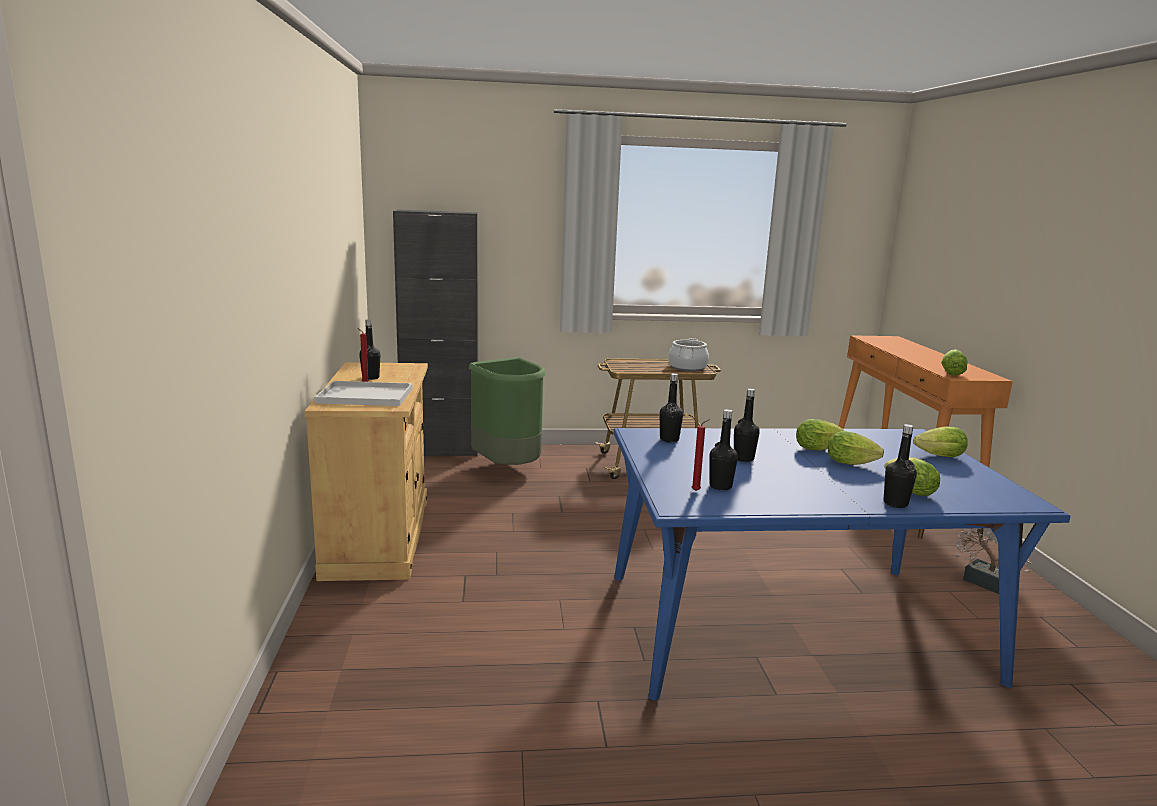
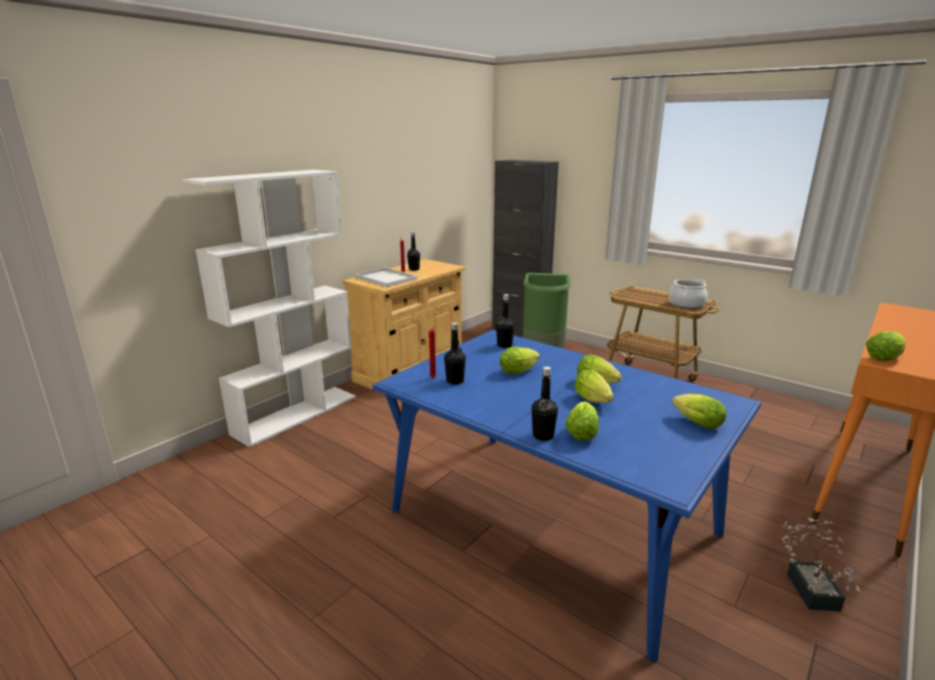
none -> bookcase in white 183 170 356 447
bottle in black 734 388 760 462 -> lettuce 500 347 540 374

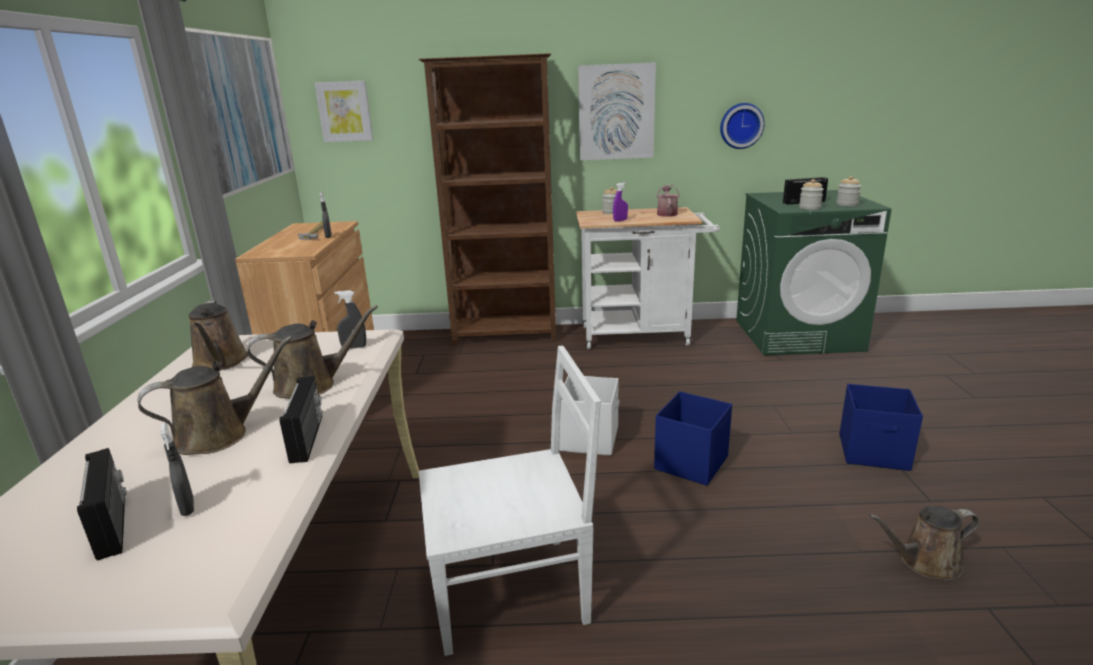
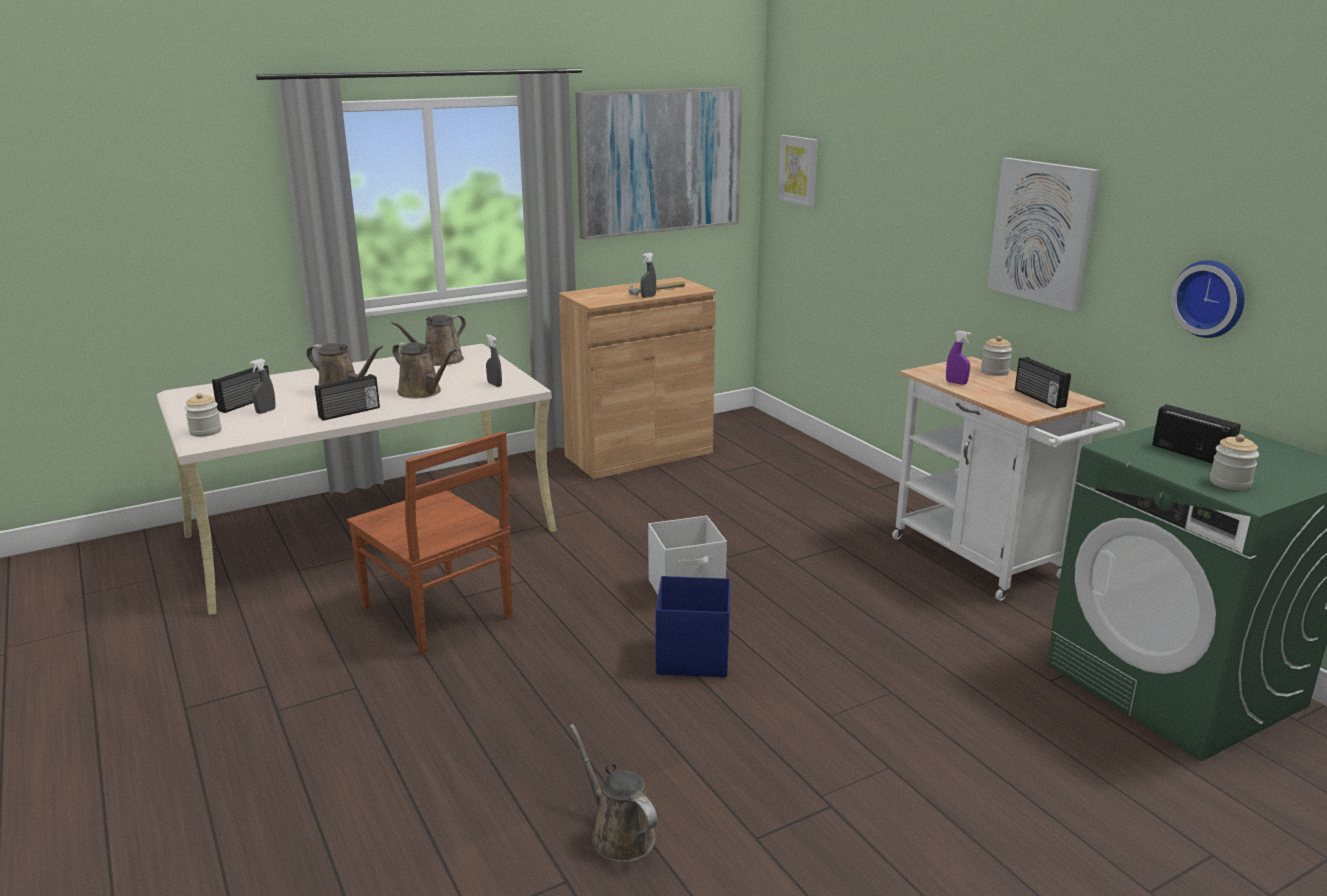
jar 799 179 824 210 -> jar 185 393 221 437, moved
chair in white 419 346 601 656 -> chair in brown 347 431 512 655
watering can 657 184 679 217 -> radio 1015 357 1071 409
bookcase in brown 419 53 556 345 -> none
storage box in blue 839 384 923 471 -> none

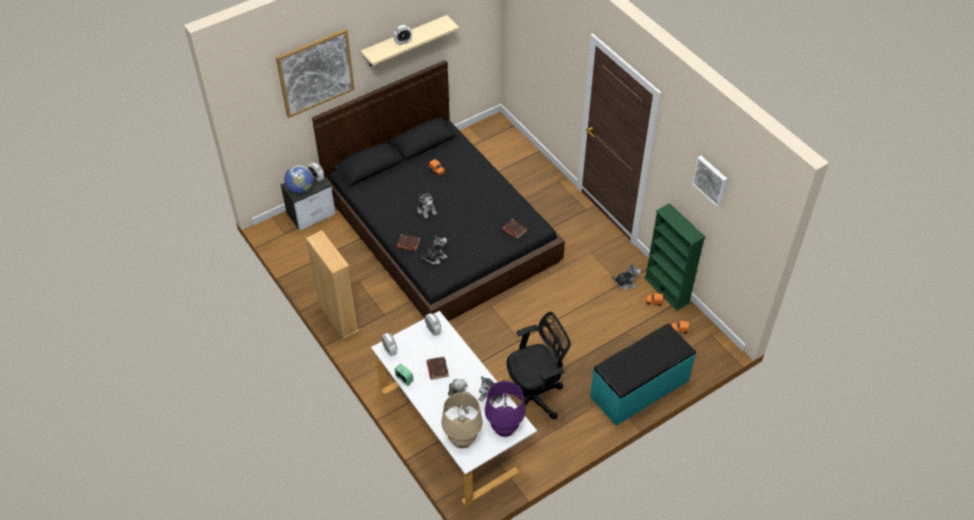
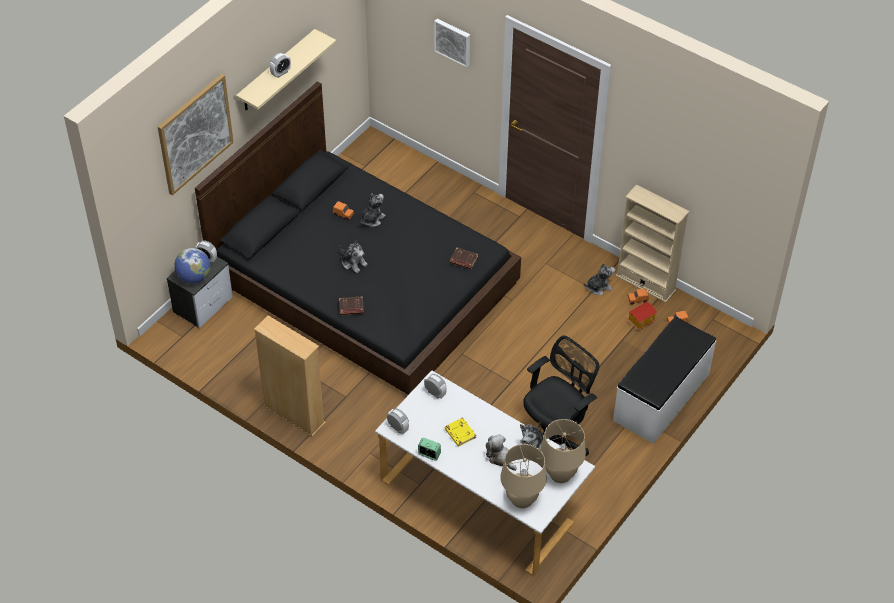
plush toy 421 235 447 264 -> plush toy 361 193 386 227, moved
picture 692 156 727 207 -> picture 434 18 470 68, moved
book in brown 426 356 449 380 -> book in yellow 445 417 476 447
table lamp in purple 485 381 526 437 -> table lamp in beige 540 419 586 483
bench in turquoise 590 323 696 426 -> bench in white 613 316 716 444
bookcase in green 644 203 705 311 -> bookcase in beige 616 184 689 303
none -> toy house 627 302 657 330

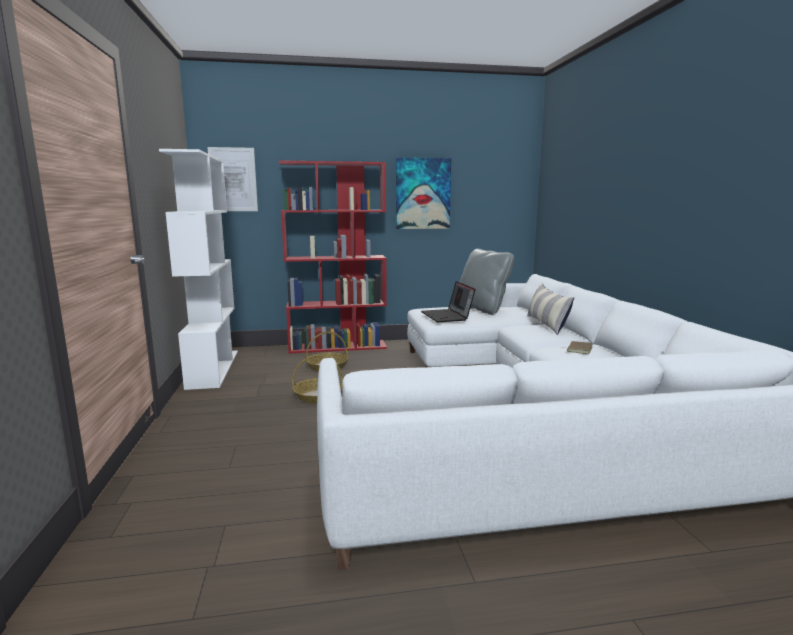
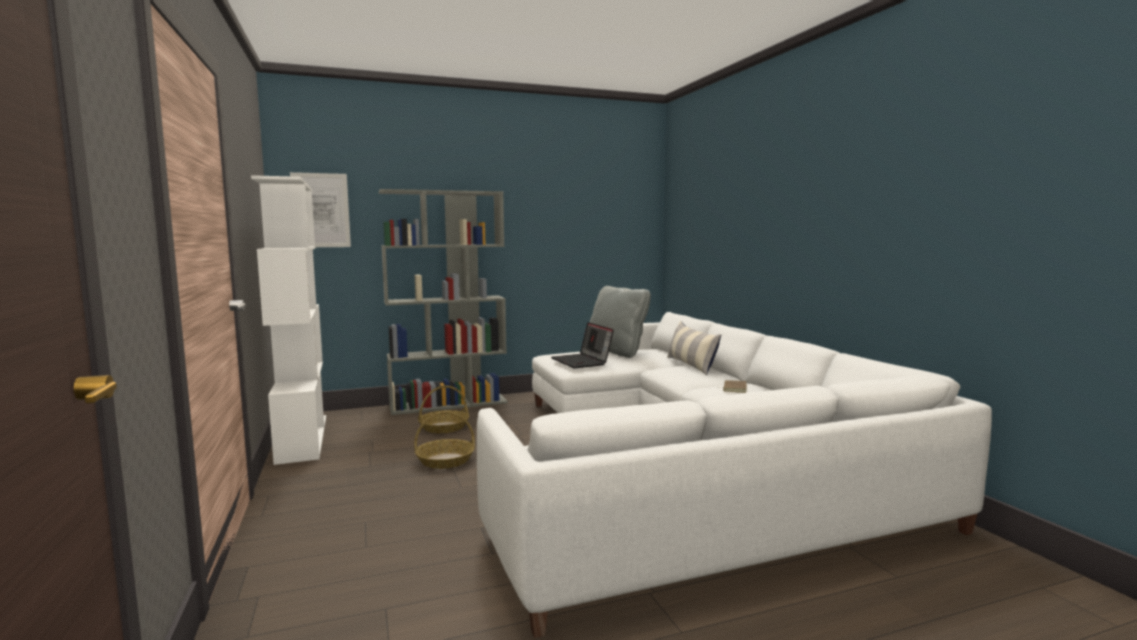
bookcase in red 279 161 387 353 -> bookcase in grey 379 189 508 415
picture 396 157 451 229 -> none

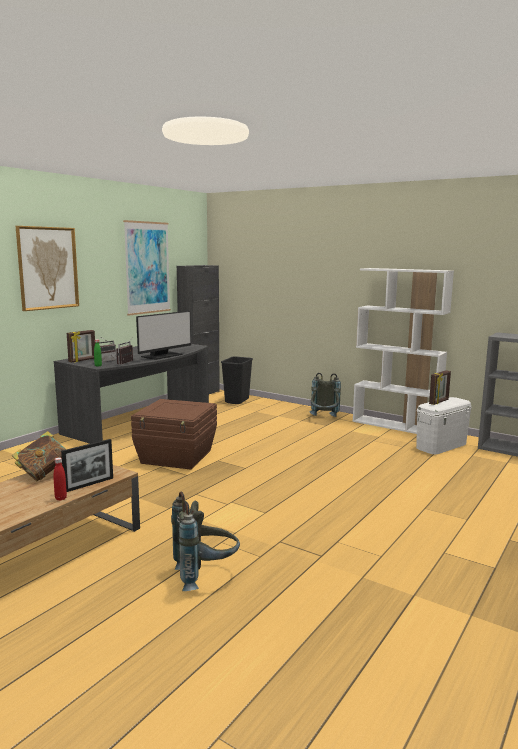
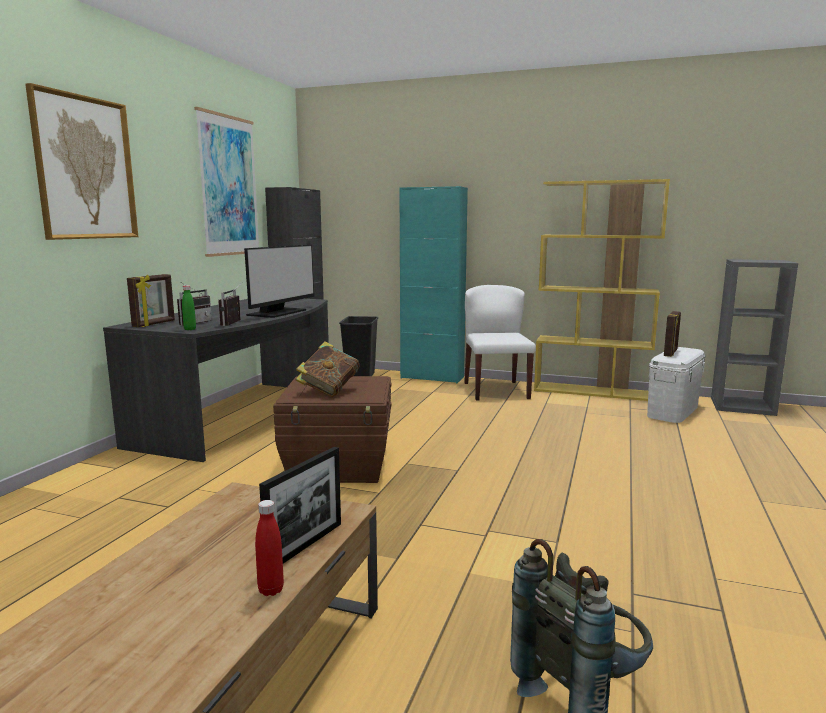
book 12 431 66 481 -> book 296 341 360 397, moved
none -> cabinet in turquoise 400 186 468 383
backpack in grey 310 373 341 417 -> chair in white 464 285 536 401
bookcase in white 353 268 454 434 -> bookcase in yellow 534 179 670 401

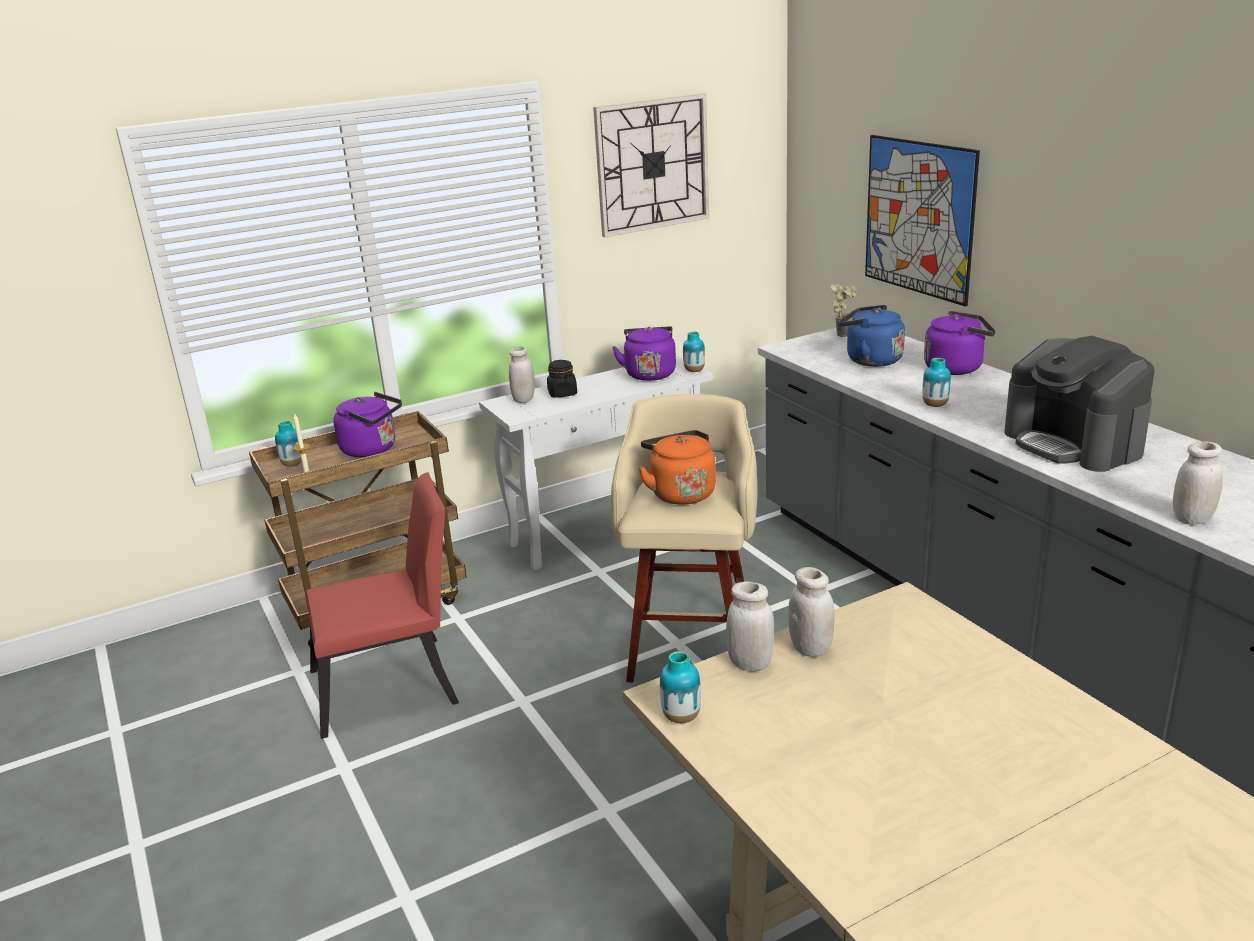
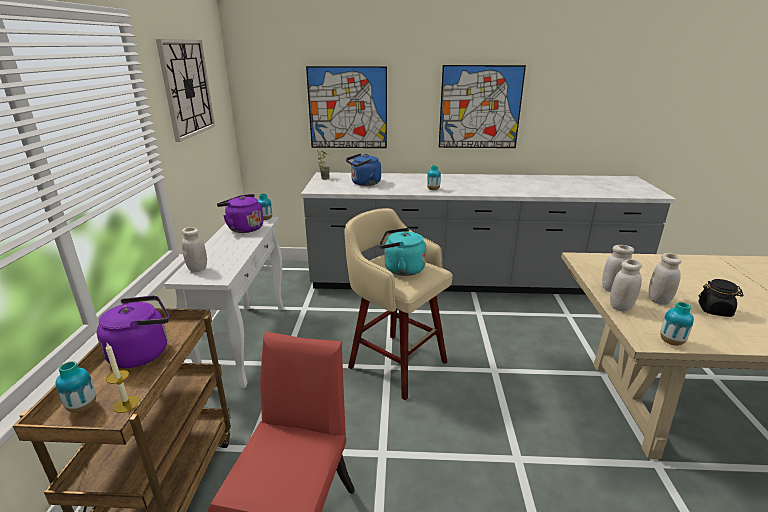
kettle in orange 638 430 716 505 -> kettle in turquoise 379 228 426 276
none -> picture 439 65 526 148
jar in white 1173 441 1223 525 -> jar in white 649 253 681 305, moved
jar in black 547 360 577 398 -> jar in black 698 279 744 317, moved
kettle in purple 924 311 995 375 -> none
coffee machine 1004 336 1155 472 -> none

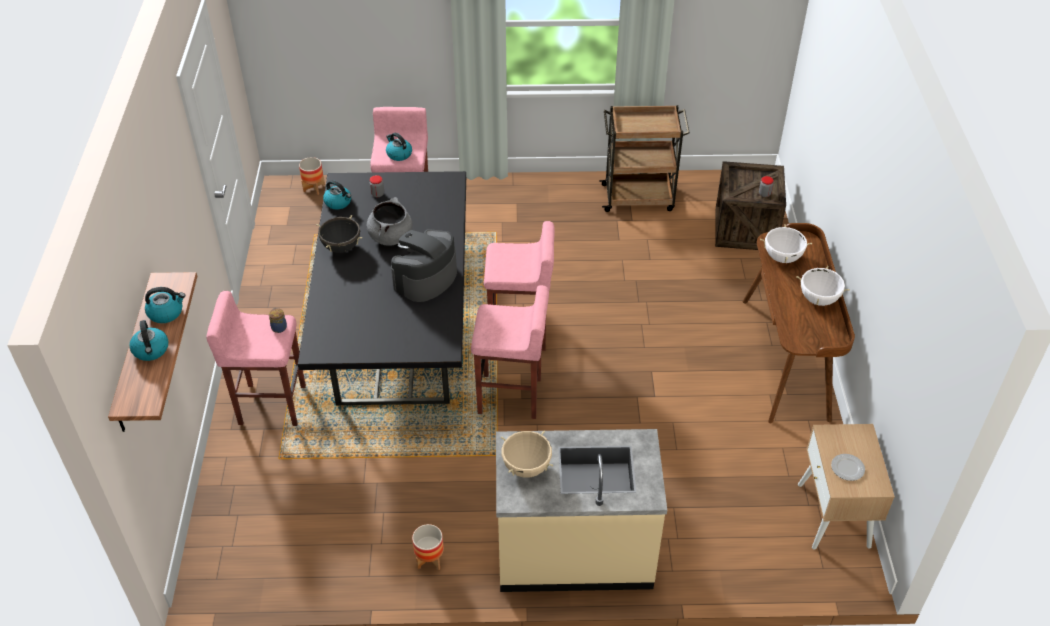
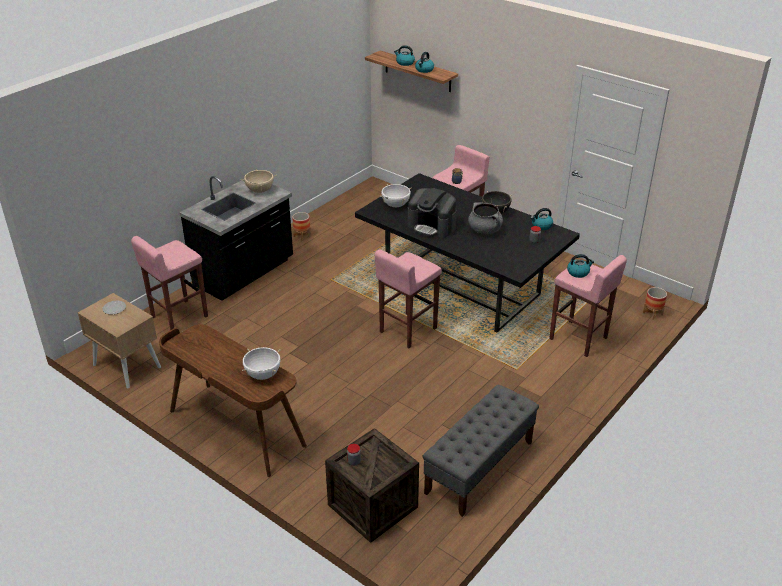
stool in pink 471 285 549 419 -> stool in pink 131 236 208 330, moved
counter in beige 496 429 667 592 -> counter in black 179 176 293 301
cooking pot in white 796 266 850 306 -> cooking pot in white 380 184 412 207, moved
coffee machine 391 229 457 302 -> coffee machine 408 188 456 238, 135 degrees clockwise
cart in brown 599 105 690 212 -> bench in grey 423 384 539 517

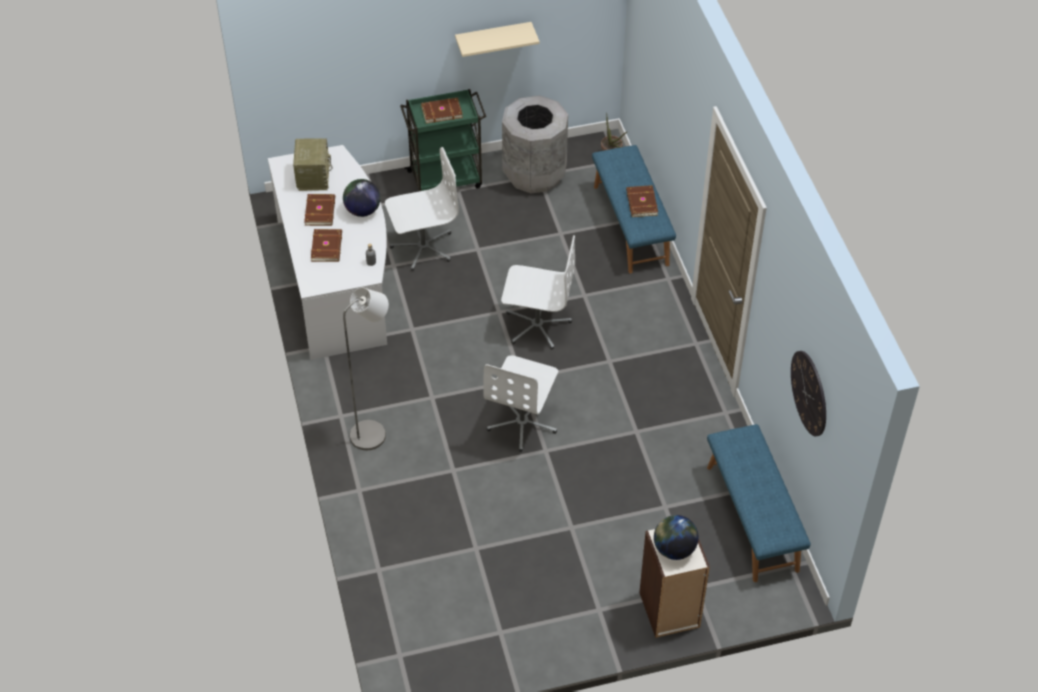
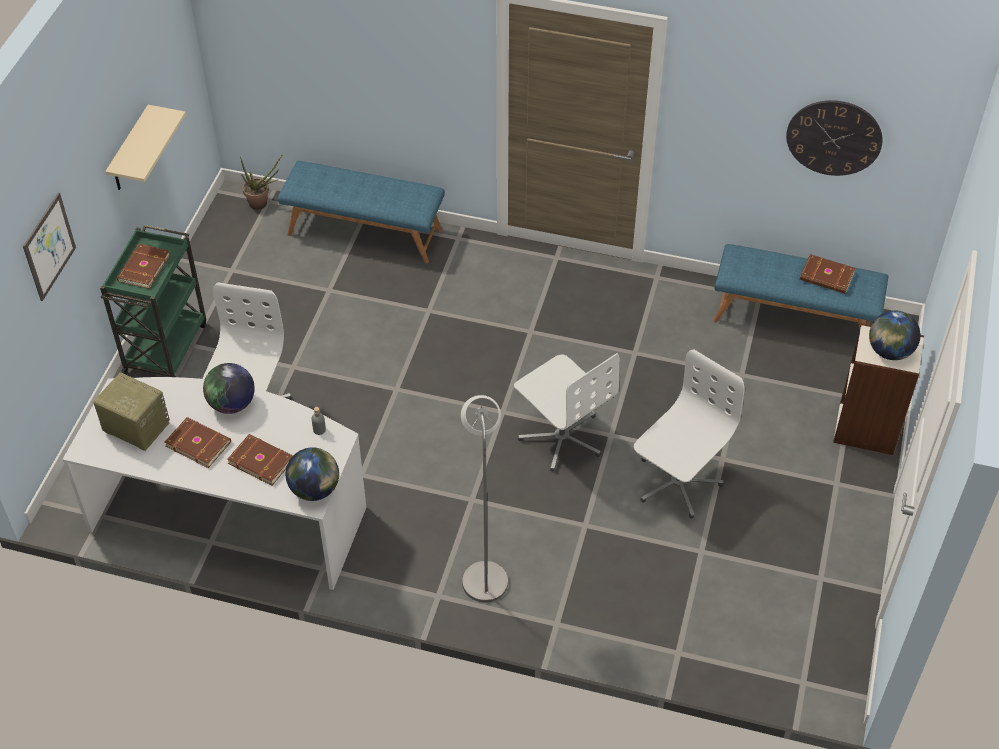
none -> picture 23 193 76 301
none -> globe 286 447 339 501
office chair in white 501 235 575 350 -> office chair in white 634 350 745 519, moved
book in brown 626 185 658 217 -> book in brown 800 254 855 294, moved
trash can in grey 502 96 568 193 -> none

